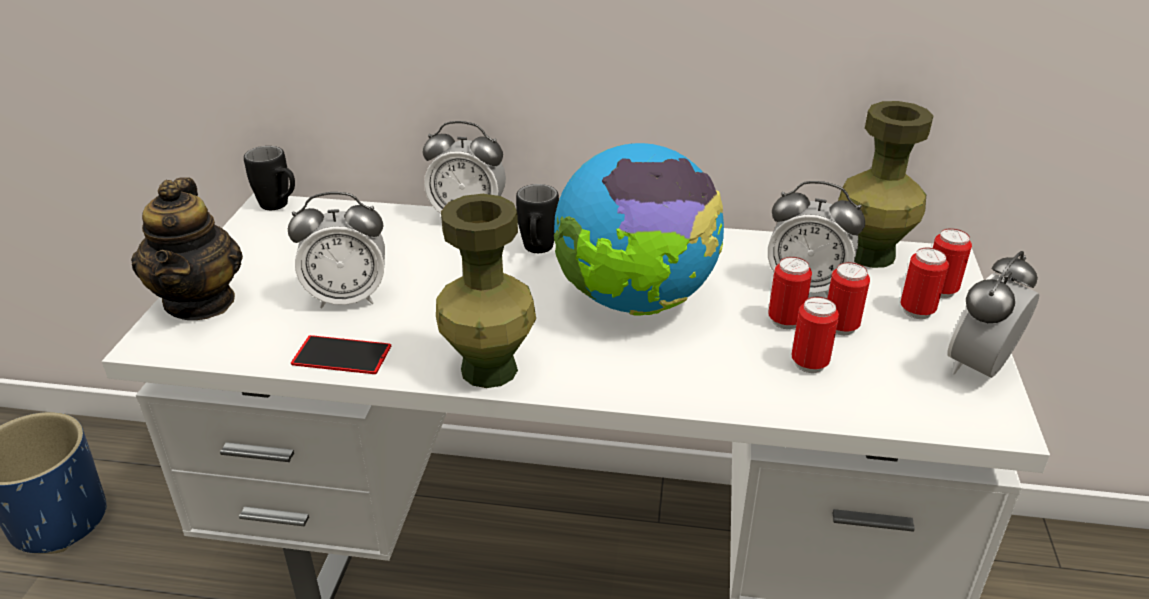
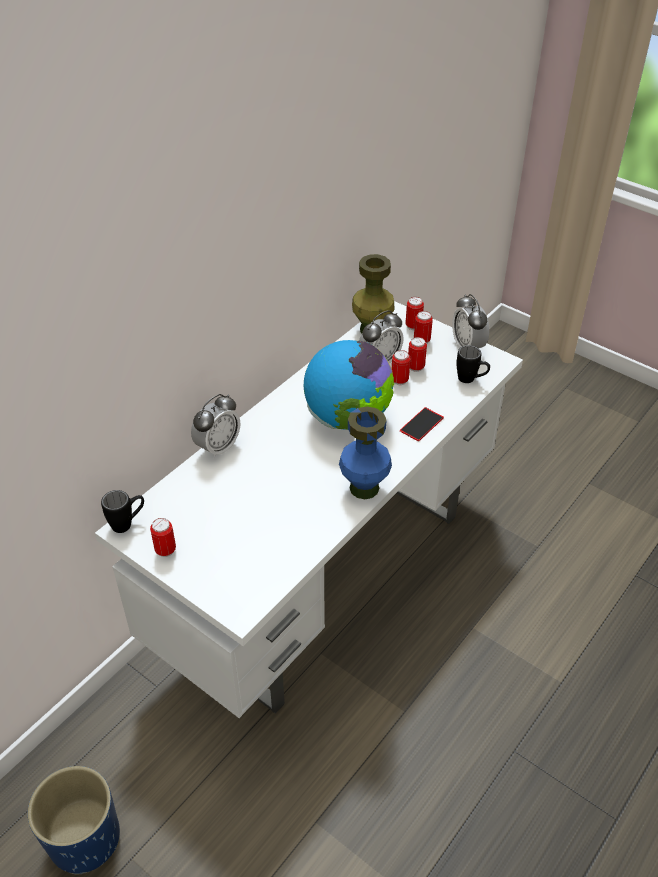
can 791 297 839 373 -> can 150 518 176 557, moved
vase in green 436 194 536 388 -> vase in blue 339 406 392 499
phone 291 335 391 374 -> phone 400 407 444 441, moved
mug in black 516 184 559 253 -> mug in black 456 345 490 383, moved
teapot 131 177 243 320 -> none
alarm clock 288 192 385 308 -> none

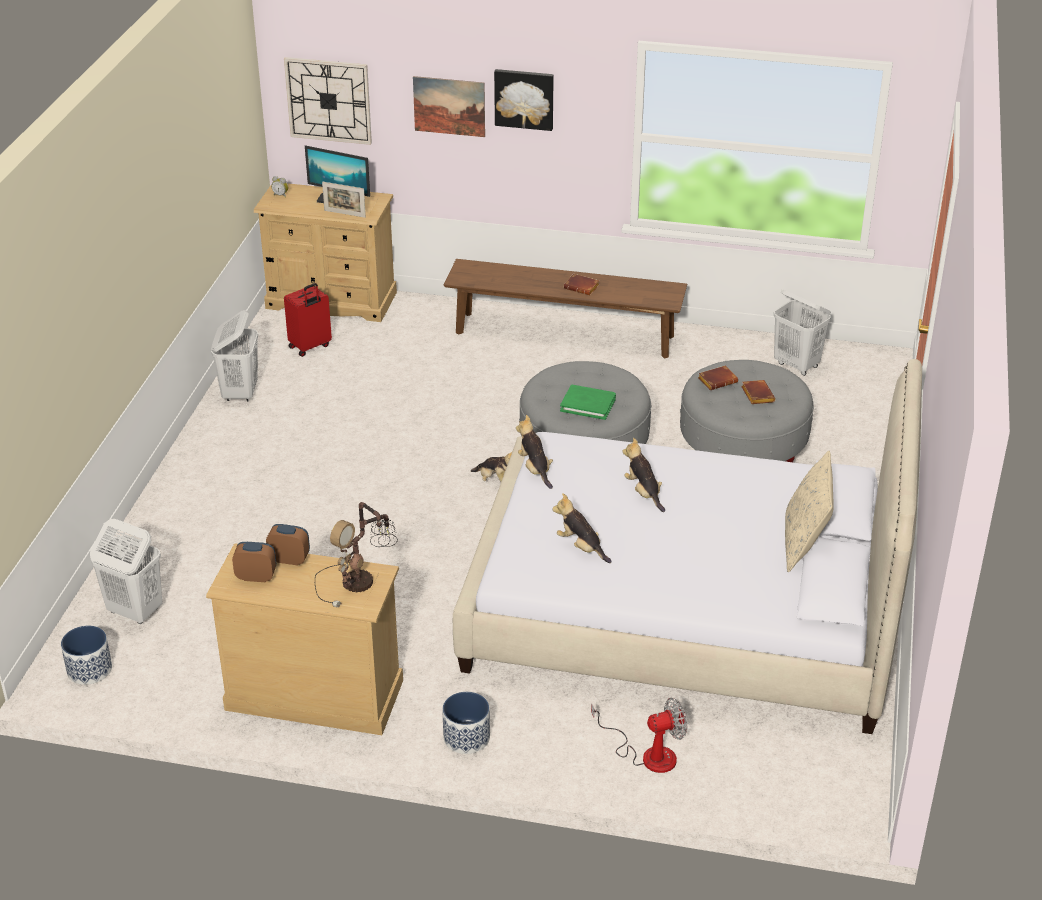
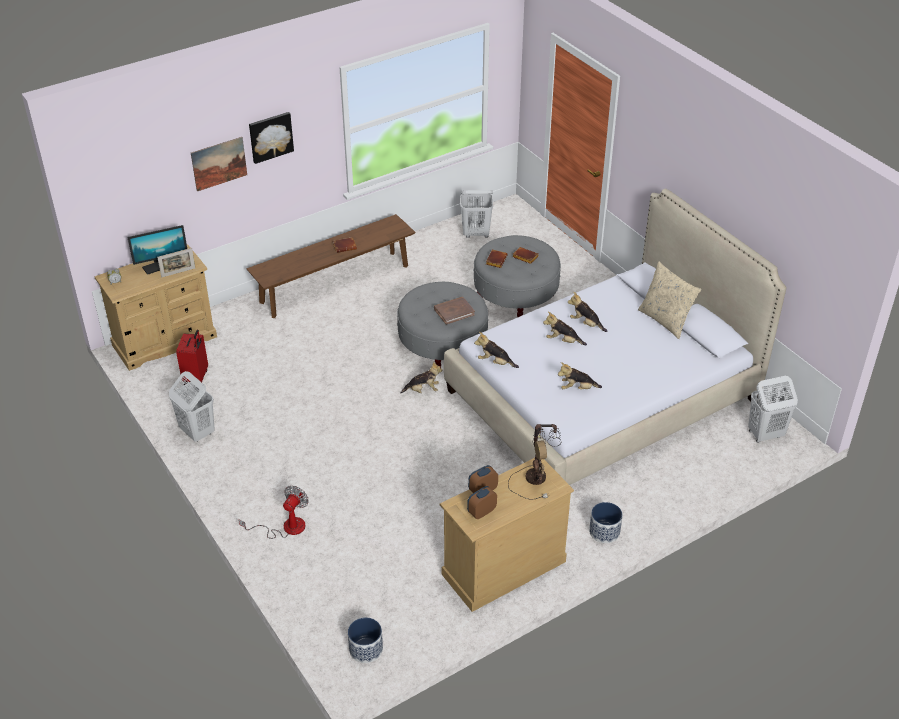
fan 591 698 687 773 -> fan 239 486 309 539, moved
book in green 560 385 616 420 -> book in brown 434 297 475 325
none -> plush toy 568 292 607 332
laundry basket in white 90 519 162 624 -> laundry basket in white 748 376 798 443, moved
wall clock 284 57 372 145 -> none

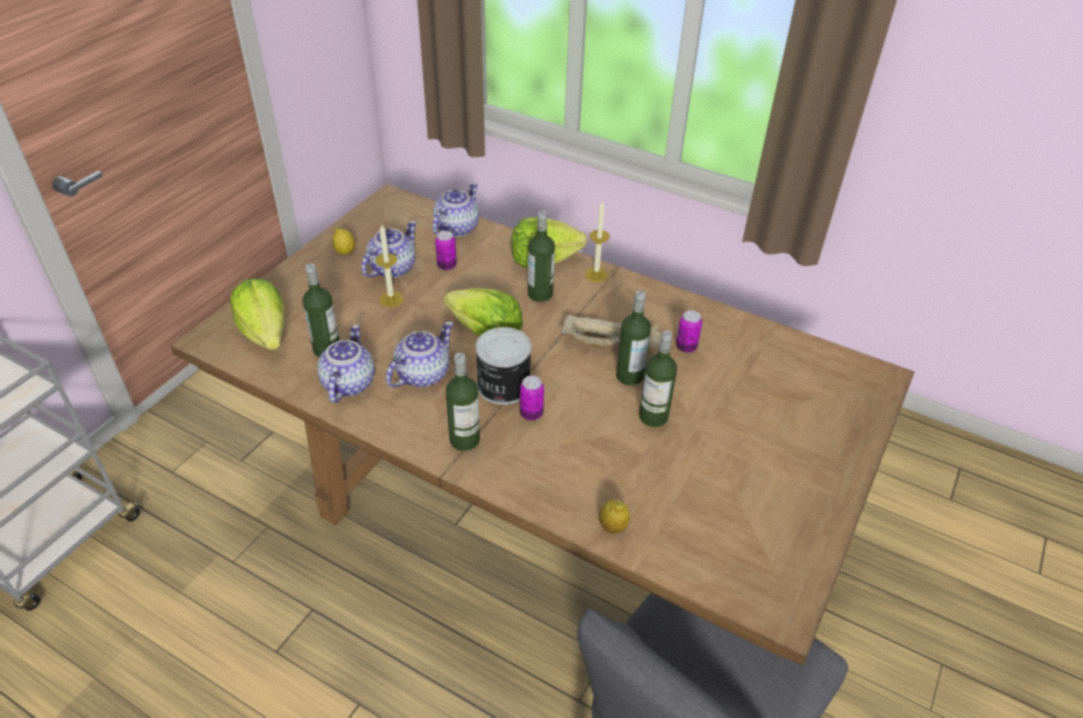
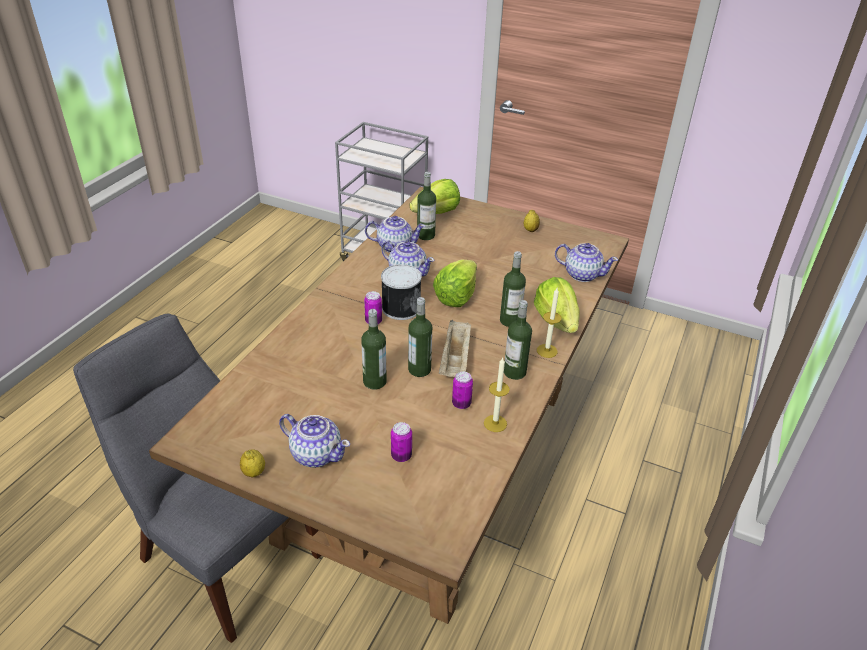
lemon 599 500 630 533 -> lemon 240 449 265 477, moved
teapot 361 221 417 278 -> teapot 279 414 350 468, moved
can 435 231 457 270 -> can 391 422 412 462, moved
candle 375 225 404 307 -> candle 484 358 510 432, moved
bottle 446 353 480 451 -> bottle 504 300 532 380, moved

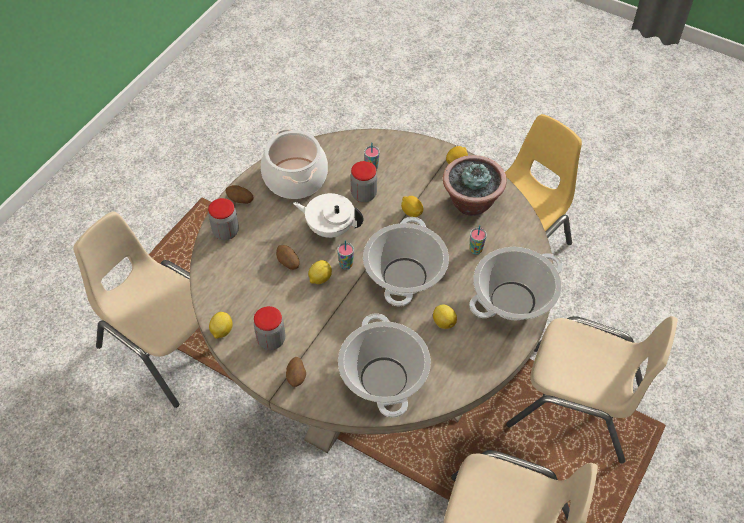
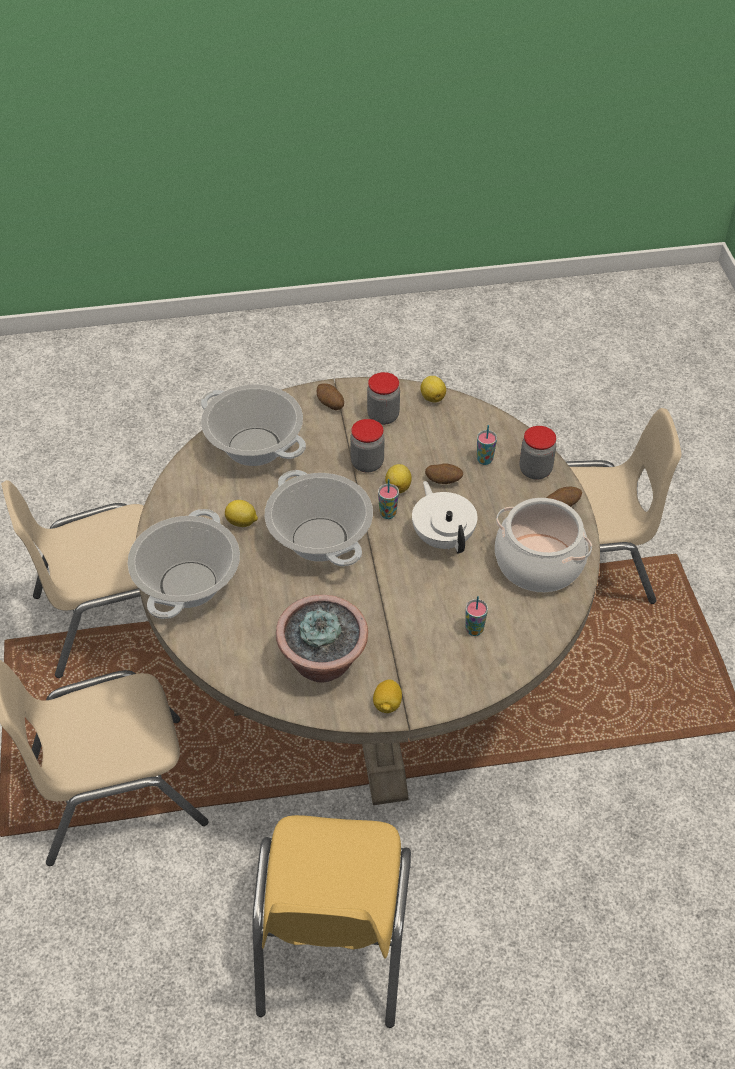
jar 350 161 377 202 -> jar 350 419 385 473, moved
teapot in white 293 193 364 238 -> teapot in white 412 481 477 553, 90 degrees counterclockwise
cup 469 225 487 255 -> cup 477 425 497 465, moved
lemon 401 196 423 217 -> none

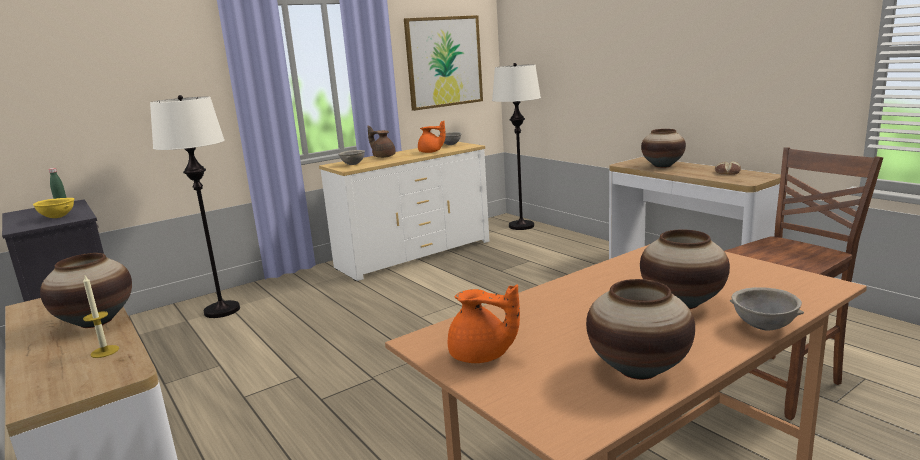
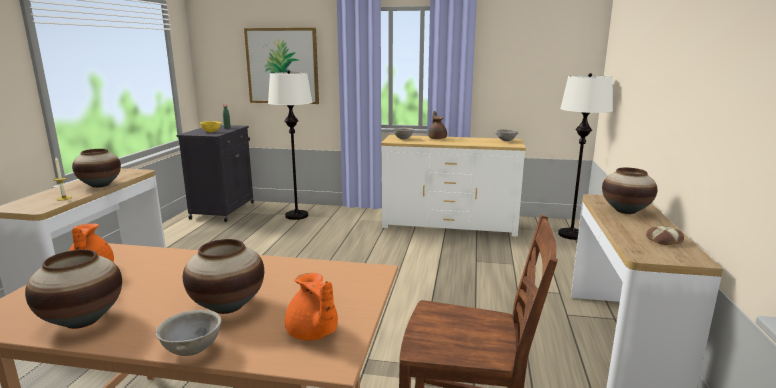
picture 404 15 483 111 -> picture 244 28 319 104, moved
teapot in orange 418 121 445 153 -> teapot in orange 285 273 338 340, moved

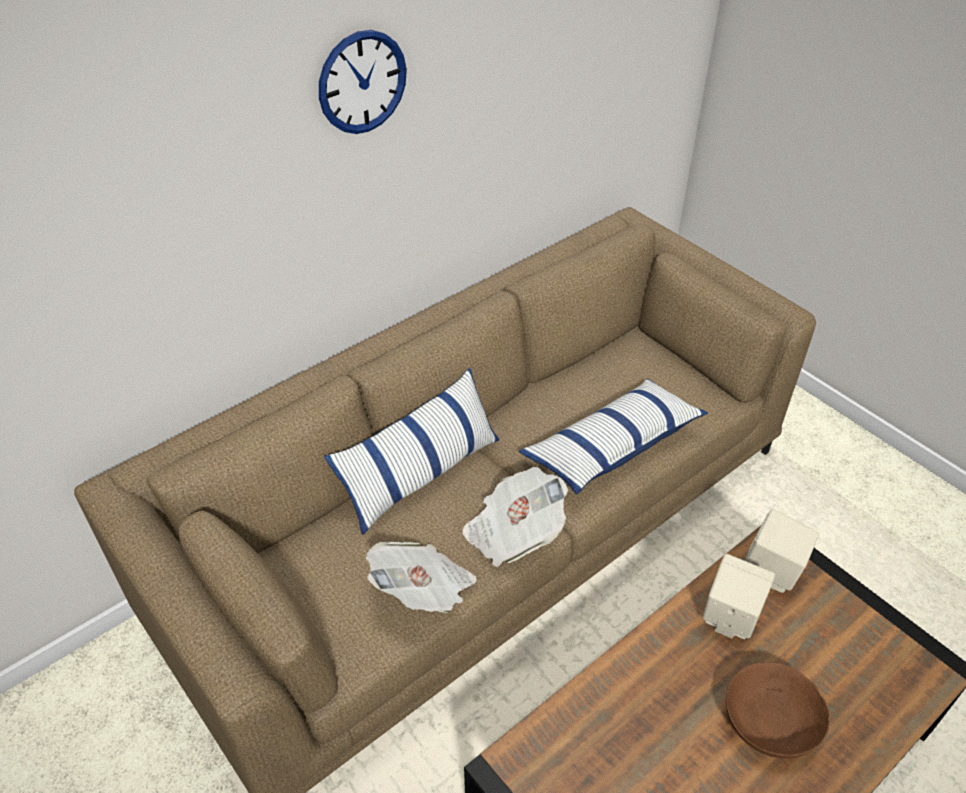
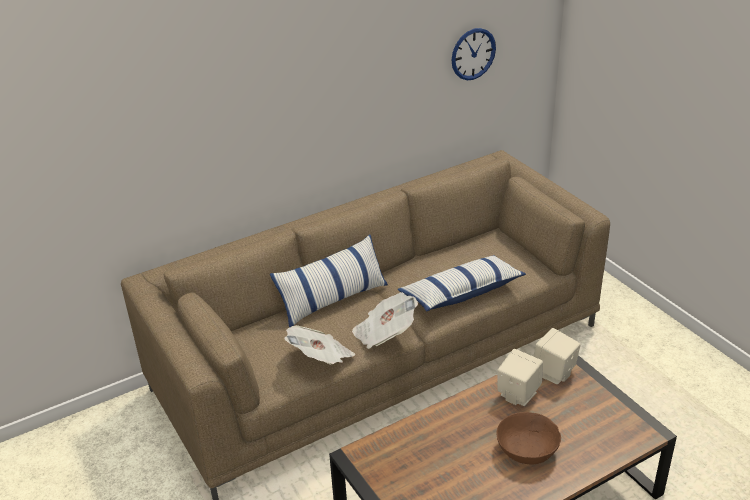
wall clock 319 30 407 134 -> wall clock 451 28 496 80, moved

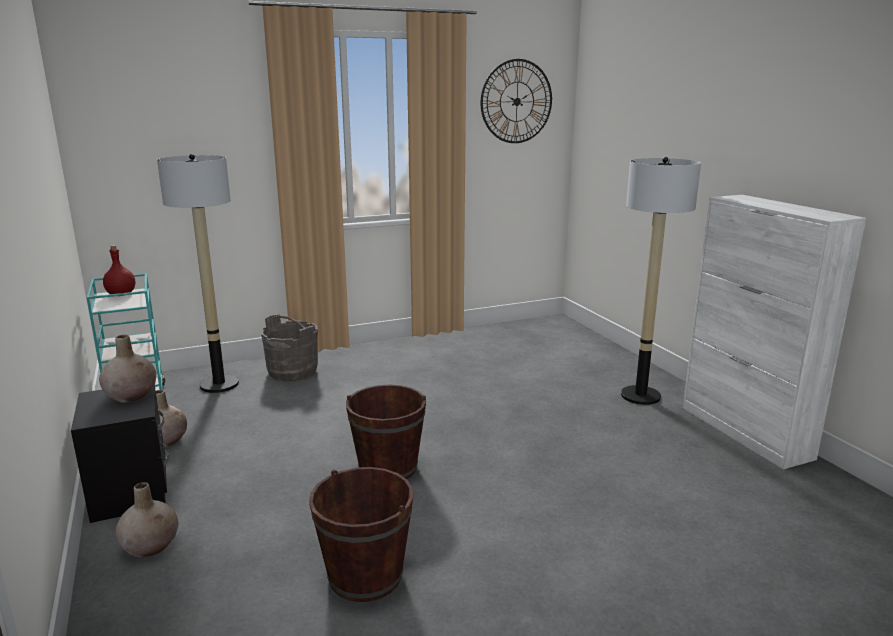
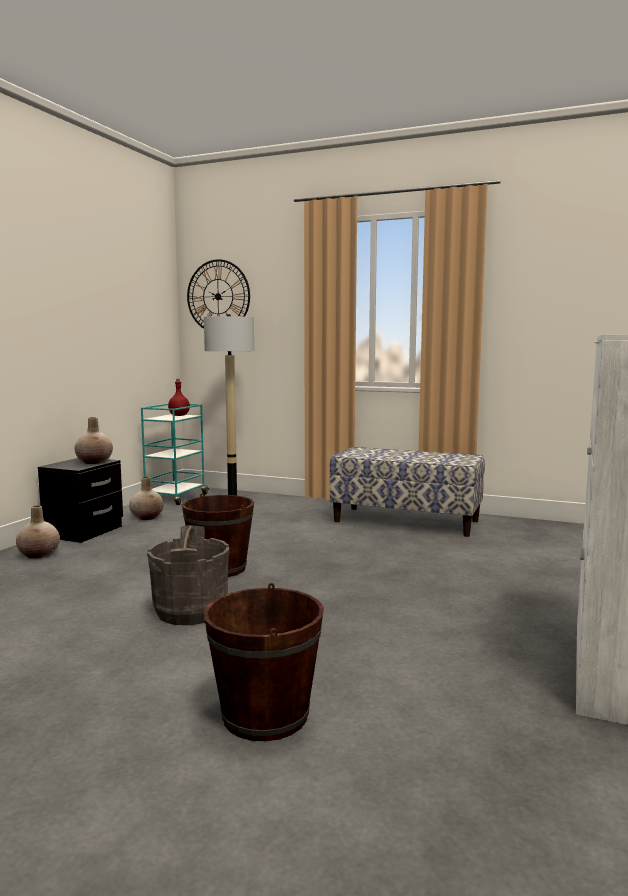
bucket in grey 261 315 318 381 -> bucket in grey 147 525 230 625, moved
wall clock 481 59 552 143 -> wall clock 187 259 250 329, moved
bucket in brown 309 467 413 602 -> bucket in brown 203 583 324 741, moved
none -> bench 330 447 485 537
floor lamp 621 157 701 405 -> none

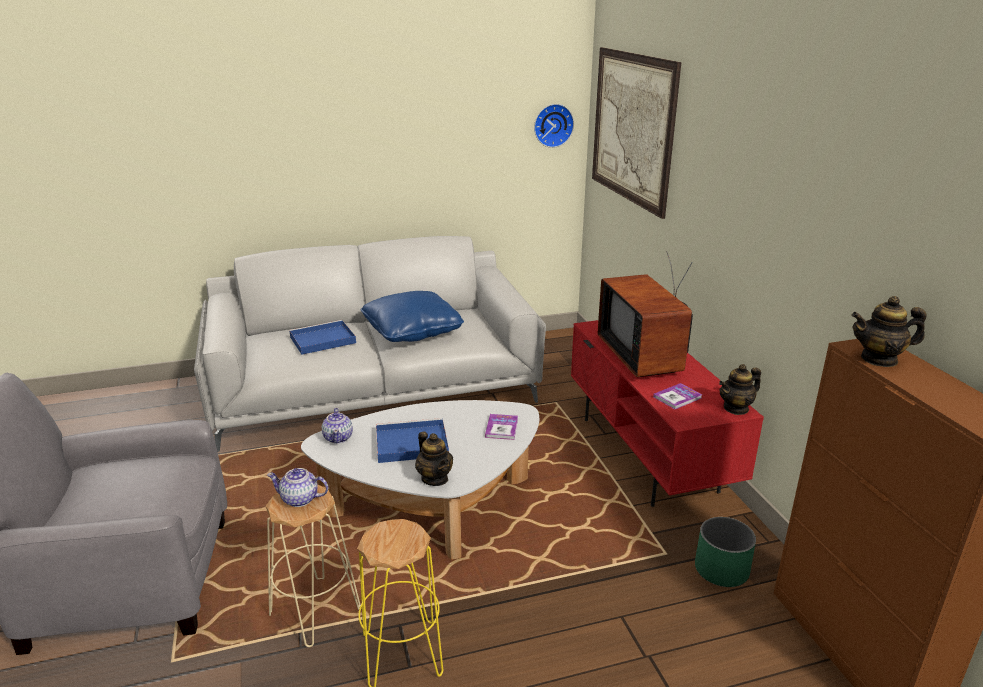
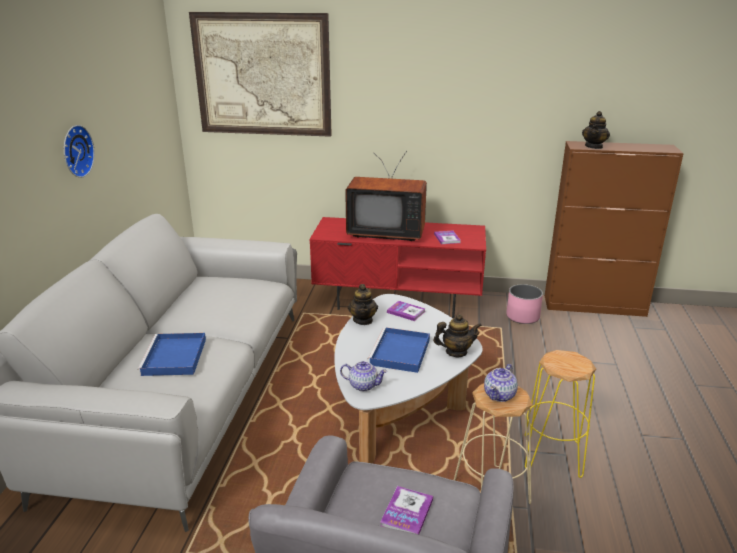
wall clock 534 104 574 148 -> wall clock 64 125 95 178, moved
teapot 719 364 761 415 -> teapot 348 284 378 325, moved
none -> book 380 486 433 534
planter in green 695 517 756 587 -> planter in pink 506 284 543 324
pillow in blue 361 291 464 342 -> none

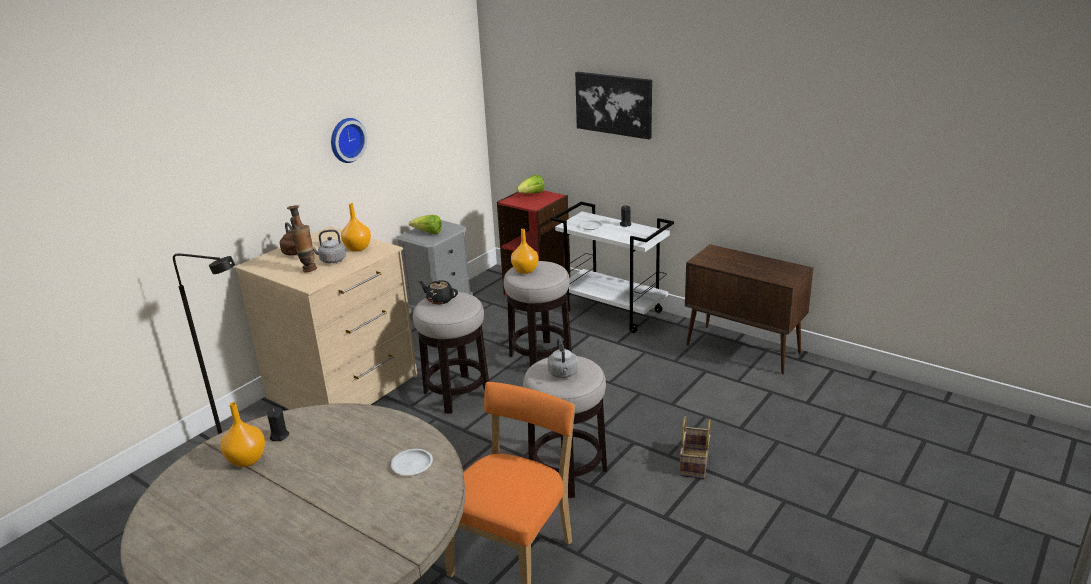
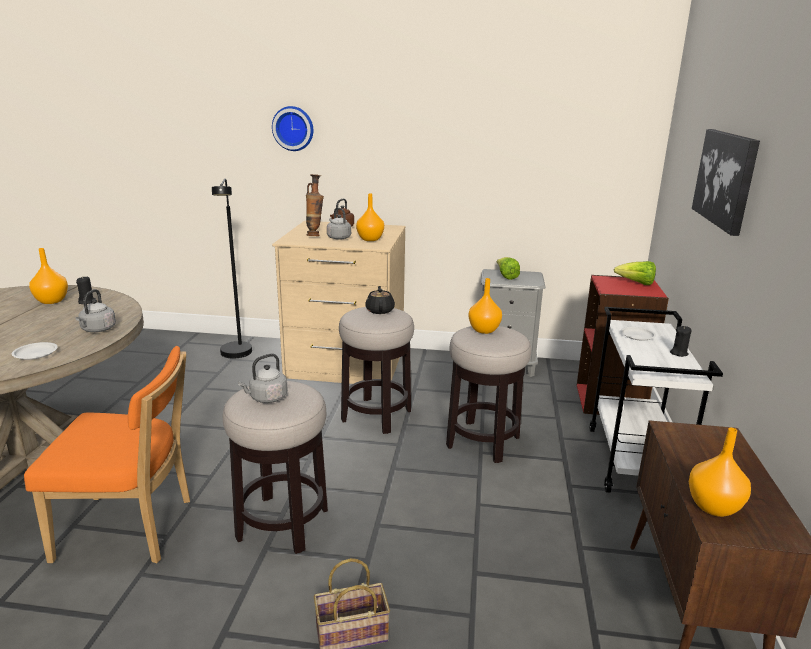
none -> kettle in grey 76 289 116 332
wall clock 331 118 367 163 -> wall clock 272 106 313 151, moved
none -> vase in orange 689 428 751 517

